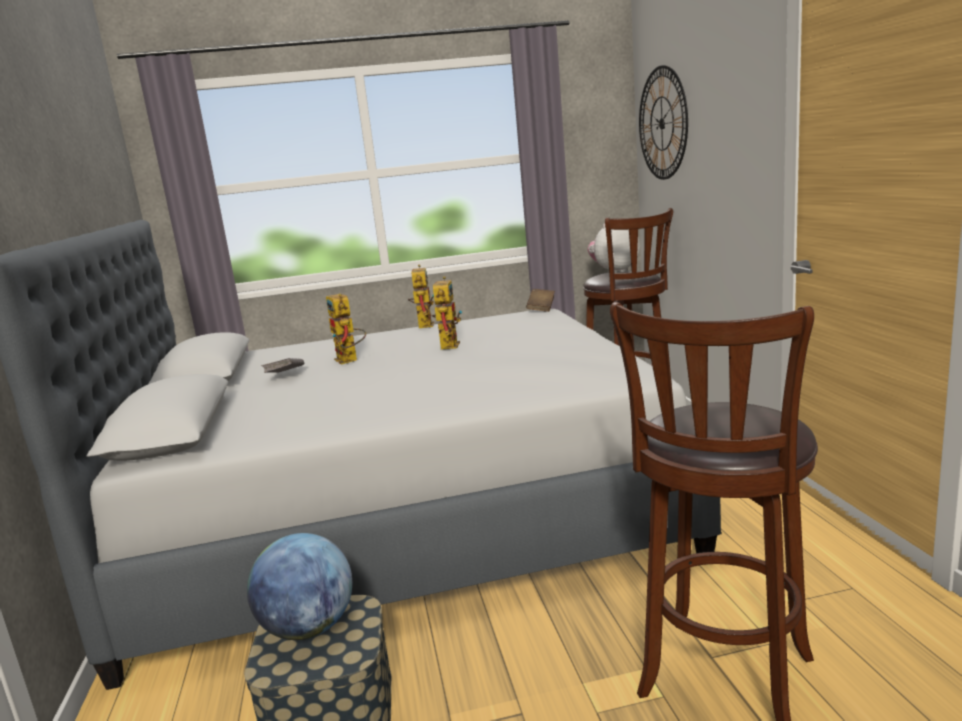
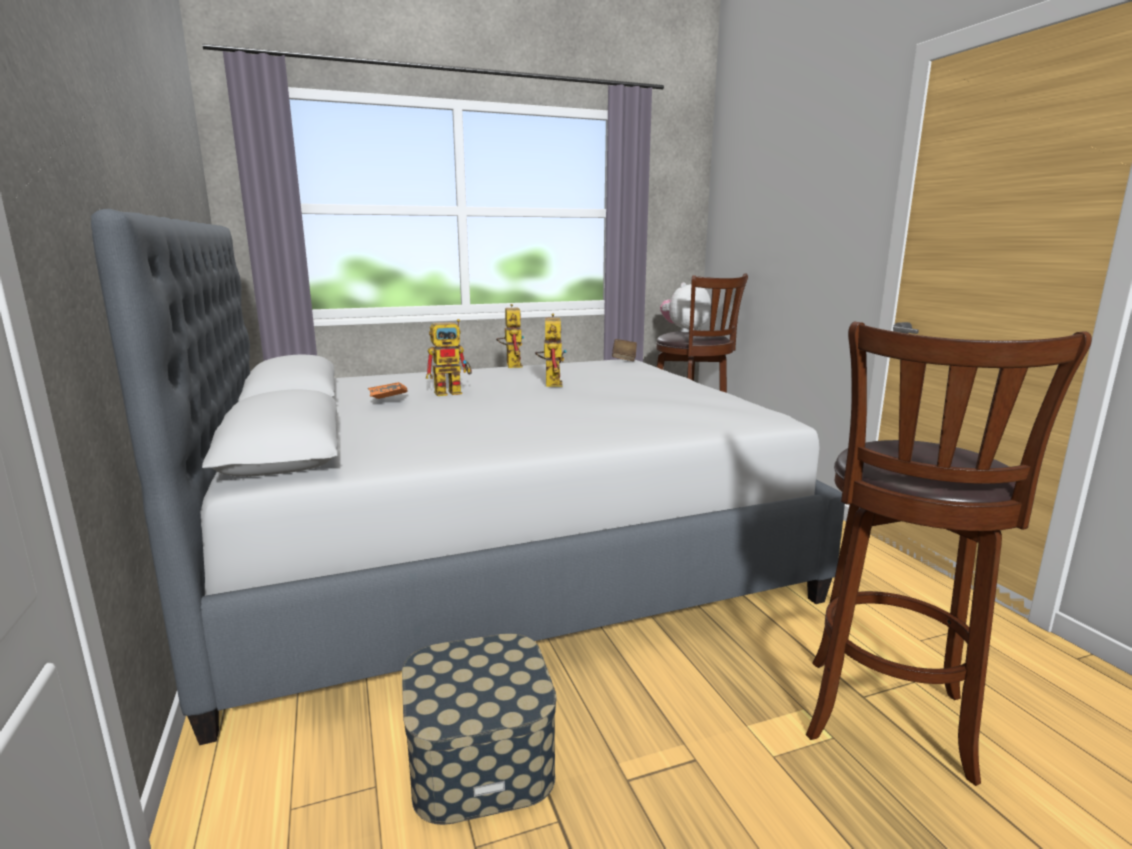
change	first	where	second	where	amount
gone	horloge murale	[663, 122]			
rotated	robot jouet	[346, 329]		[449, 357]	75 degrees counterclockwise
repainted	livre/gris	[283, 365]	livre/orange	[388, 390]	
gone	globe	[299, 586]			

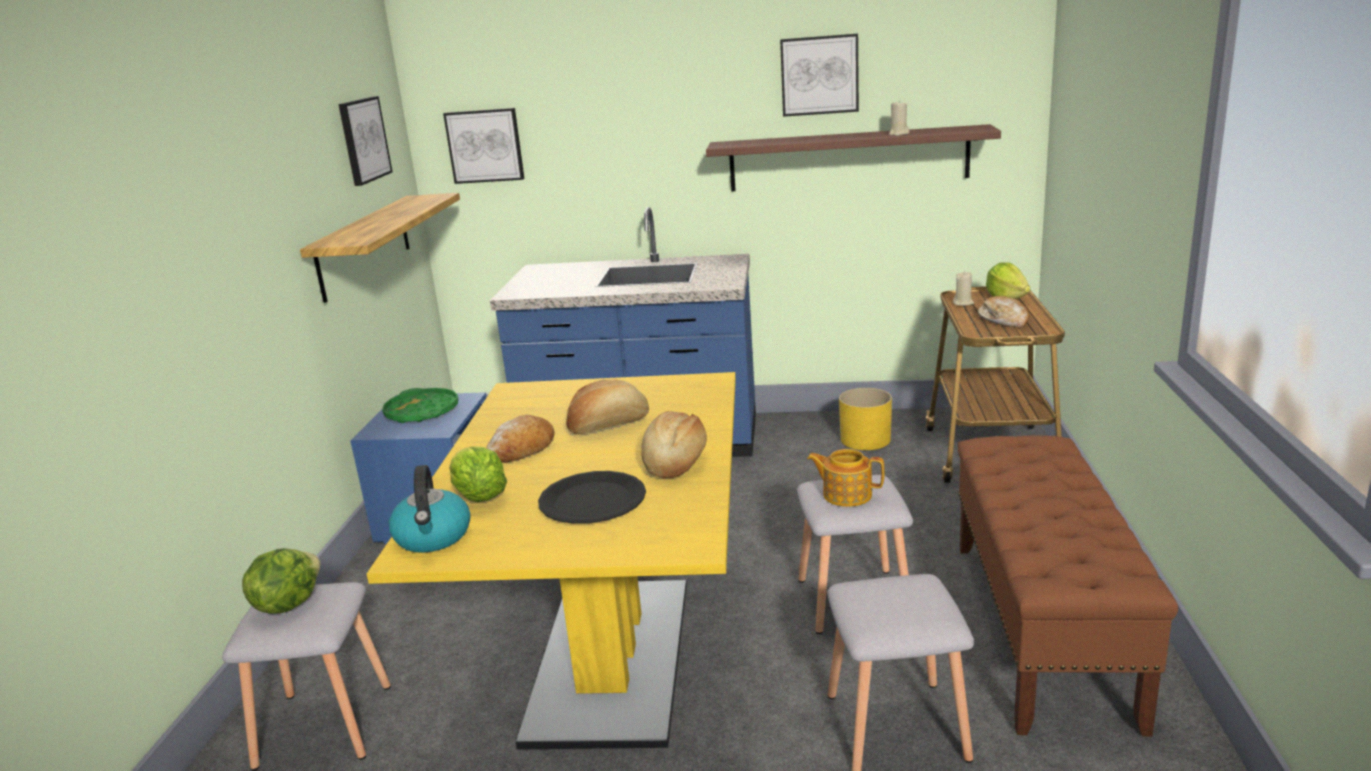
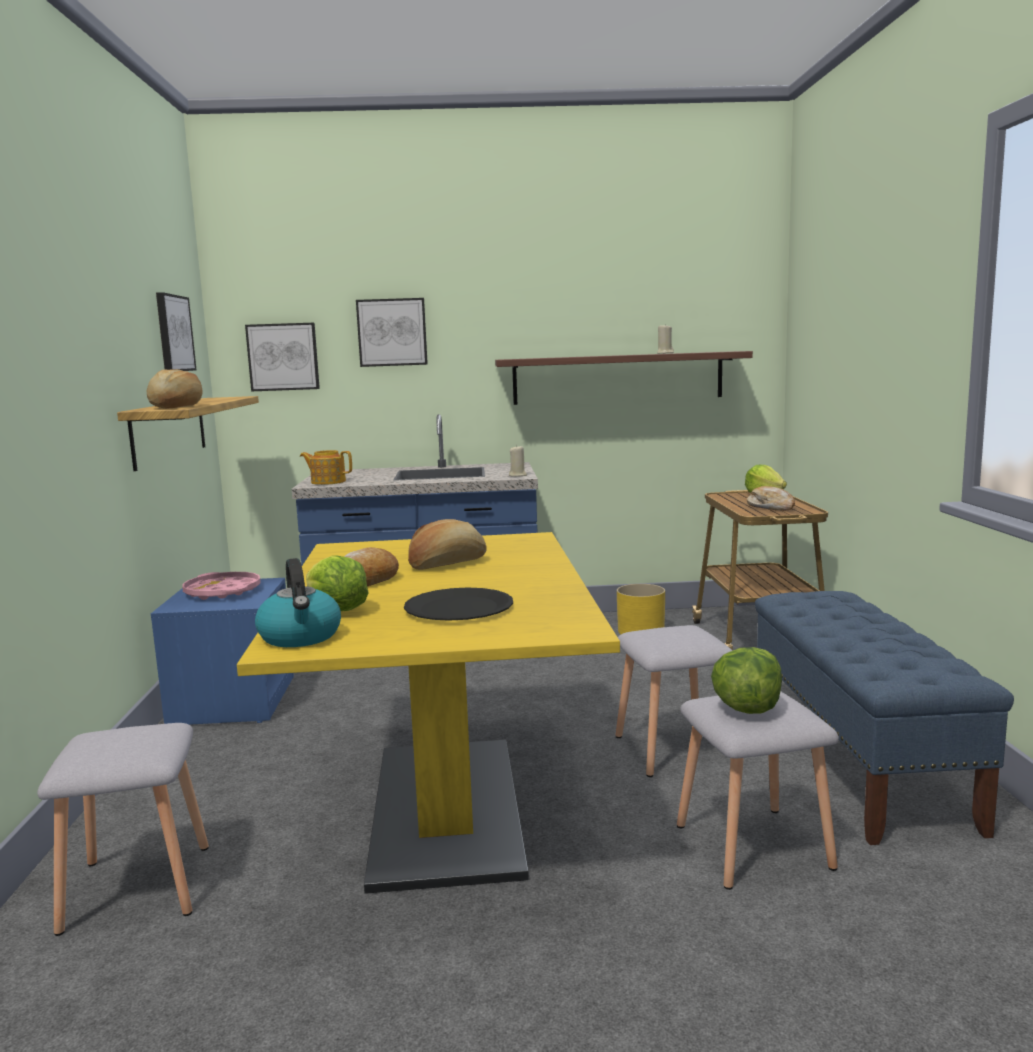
change	first	where	second	where	amount
shifted	tableau	[819, 75]		[392, 332]	
shifted	bougie/beige	[963, 288]		[518, 461]	
repainted	plateau/vert	[420, 405]	plateau/rose	[221, 586]	
shifted	pain	[674, 444]		[175, 389]	
repainted	banc/marron	[1068, 586]	banc/bleu	[884, 718]	
shifted	théière	[846, 478]		[326, 467]	
shifted	laitue	[281, 581]		[746, 680]	

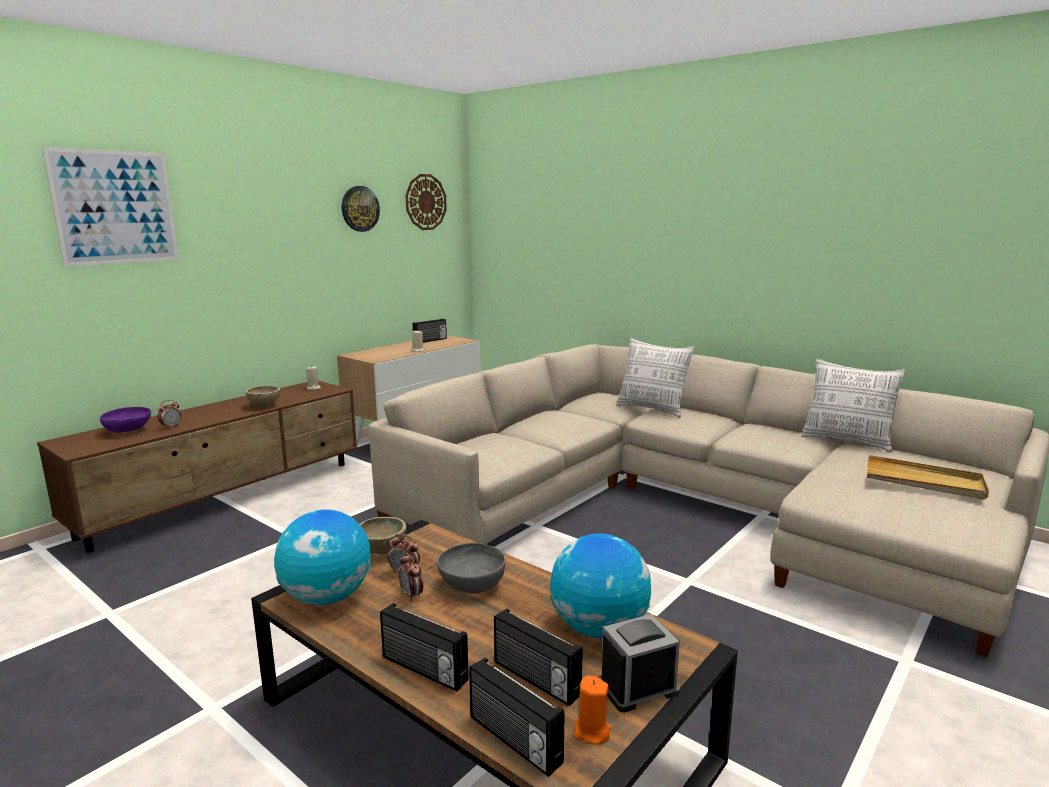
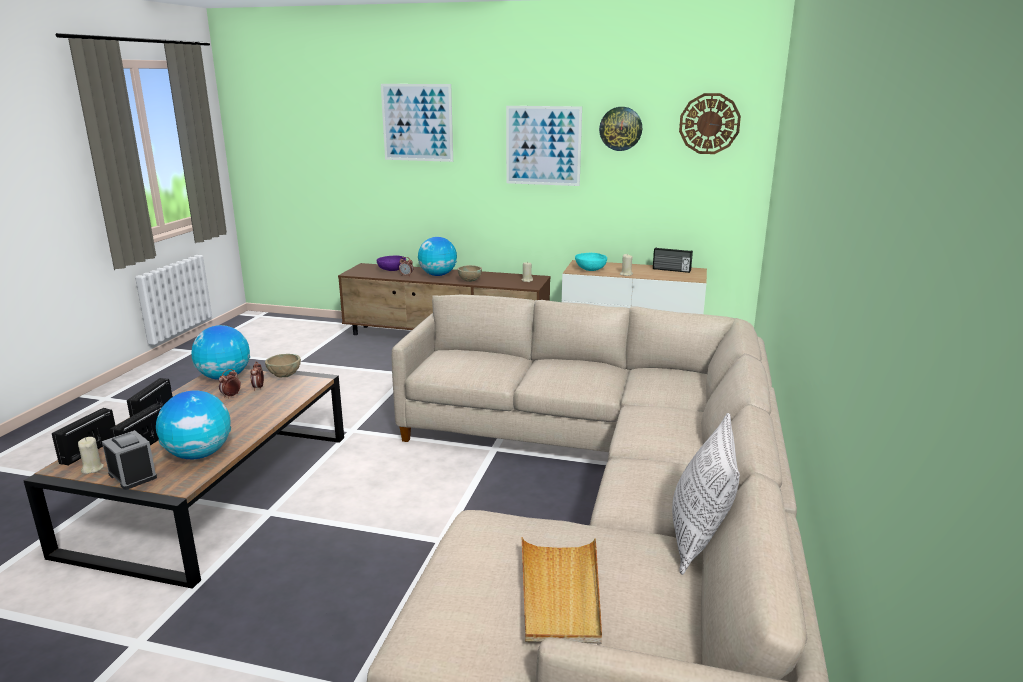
change	first	where	second	where	amount
gone	coussin	[655, 378]			
gone	bol/gris	[471, 568]			
repainted	bougie/orange	[591, 710]	bougie/beige	[91, 455]	
new			tableau	[544, 146]	
new			globe	[437, 256]	
new			bol/turquoise	[591, 262]	

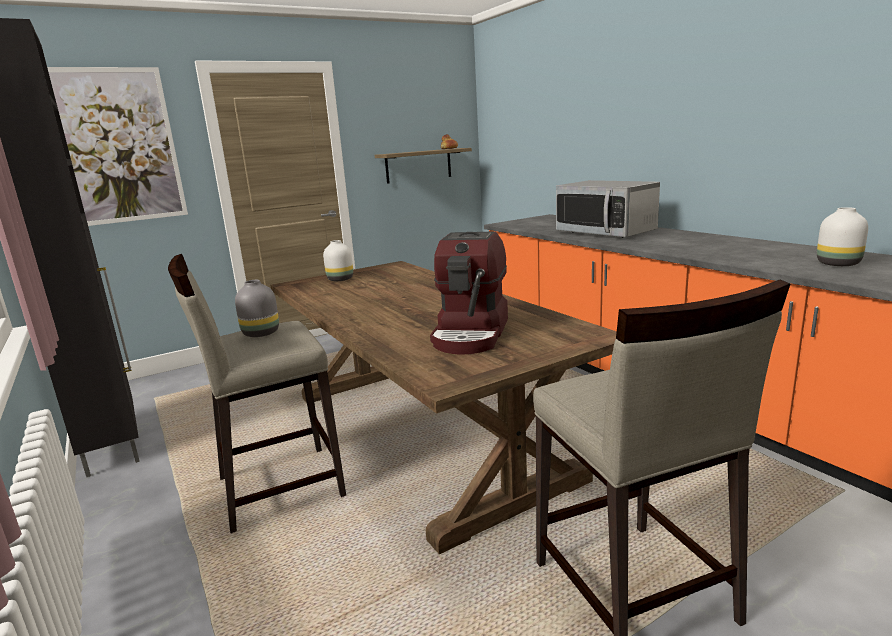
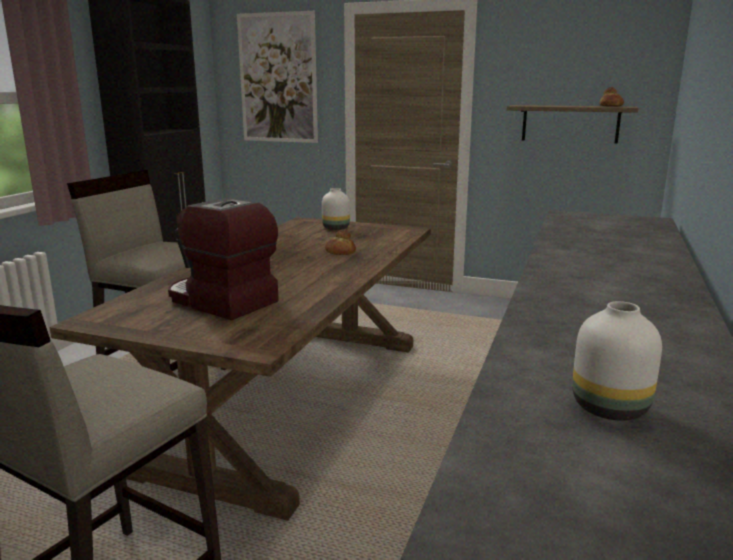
change	first	where	second	where	amount
gone	micro-ondes	[608, 209]			
rotated	machine à café	[469, 292]		[223, 259]	60 degrees clockwise
gone	vase/gris	[257, 308]			
new			pain	[340, 242]	

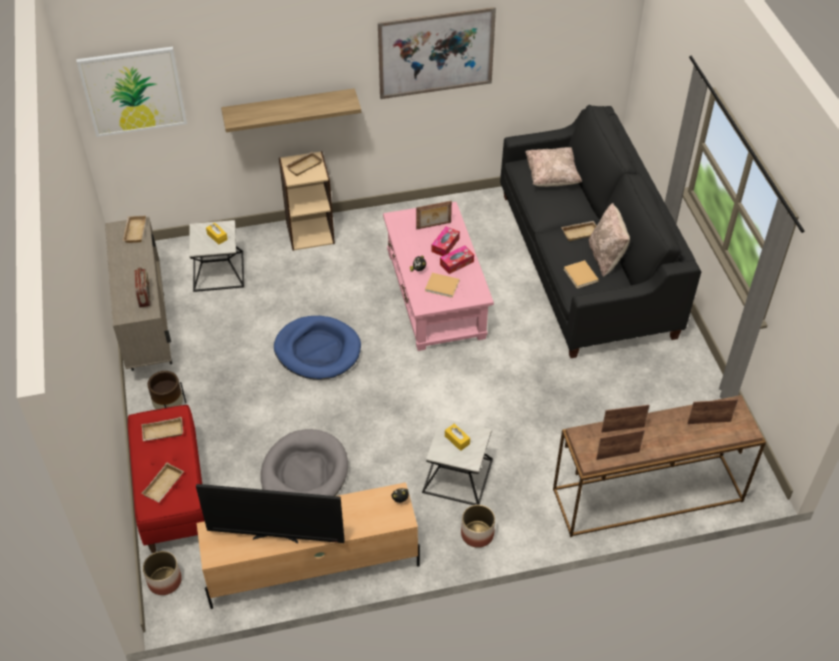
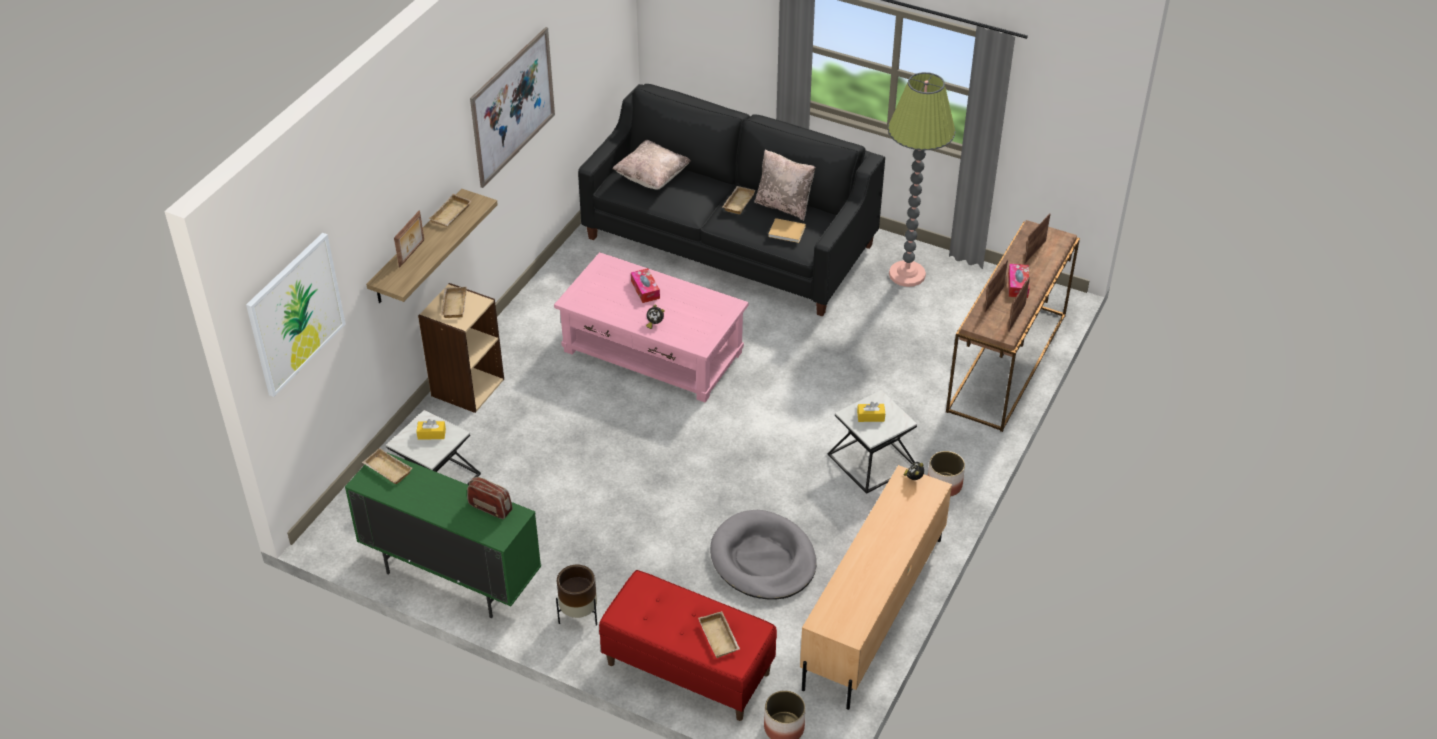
change	first	where	second	where	amount
shifted	cadre photo	[434, 215]		[409, 239]	
repainted	meuble de rangement/beige	[138, 294]	meuble de rangement/vert	[443, 535]	
shifted	boîte à mouchoirs	[457, 260]		[1019, 281]	
gone	livre/beige	[442, 285]			
gone	panier pour chien/bleu	[317, 348]			
shifted	plateau/beige	[162, 429]		[450, 210]	
gone	téléviseur	[270, 514]			
new			lampadaire	[921, 179]	

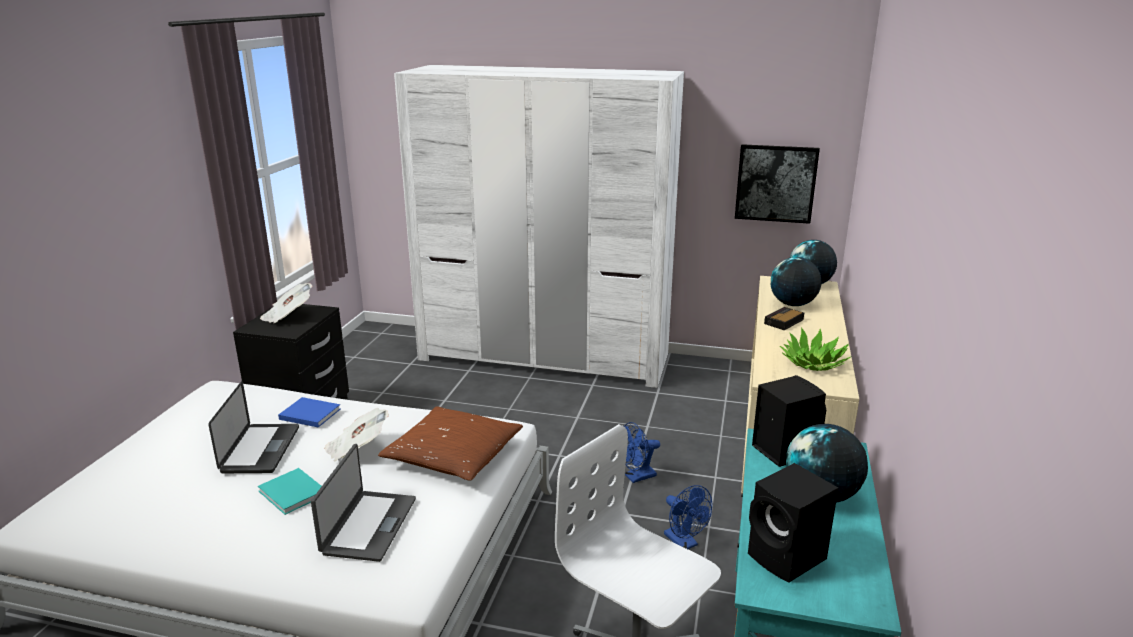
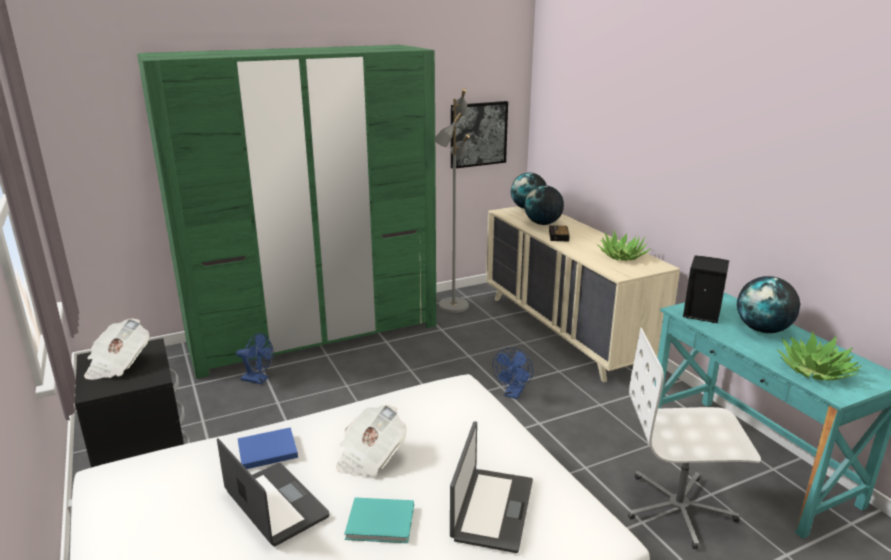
change	first	where	second	where	amount
repainted	armoire/blanc	[539, 226]	armoire/vert	[286, 212]	
gone	coussin/marron	[450, 443]			
rotated	ordinateur portable	[363, 503]		[491, 487]	45 degrees clockwise
swapped	enceinte/noir	[793, 523]	plante en pot	[819, 356]	
shifted	ventilateur/bleu	[688, 517]		[255, 358]	
new			lampadaire/gris	[452, 200]	

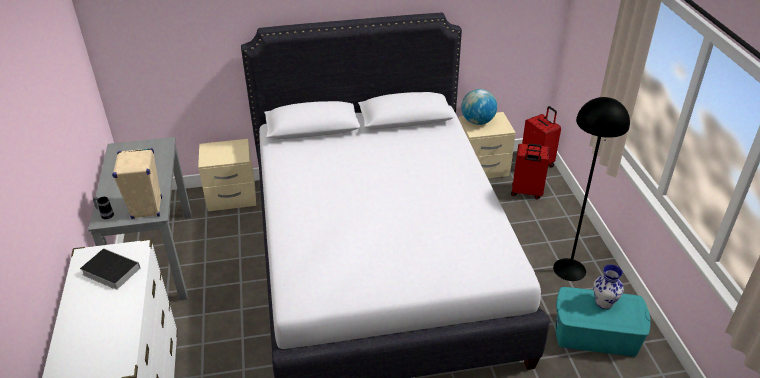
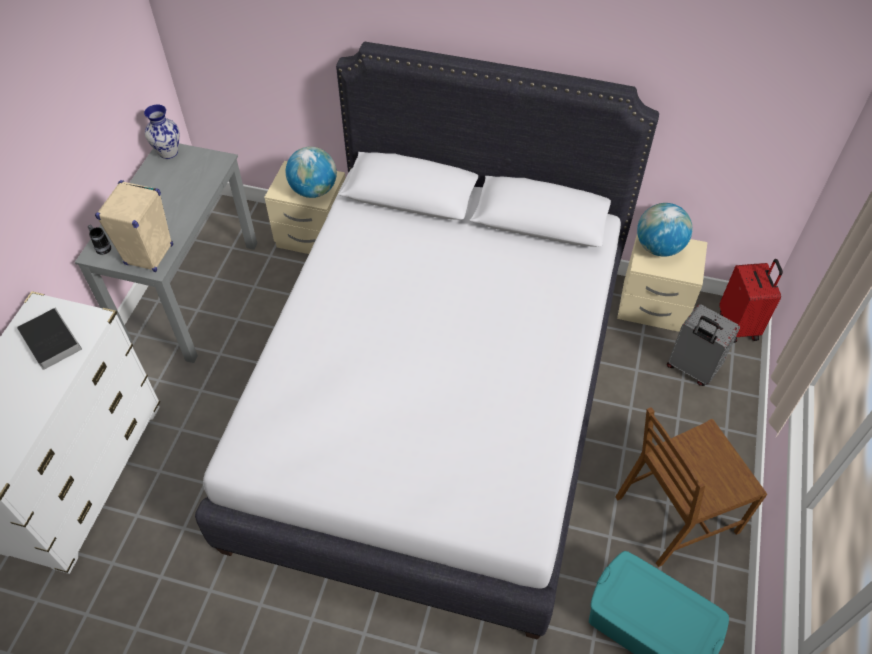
change	first	where	second	where	amount
swapped	lampadaire/noir	[591, 189]	chaise/marron	[691, 487]	
repainted	valise/rouge	[530, 171]	valise/gris	[703, 345]	
shifted	vase	[608, 286]		[162, 132]	
new			globe	[311, 172]	

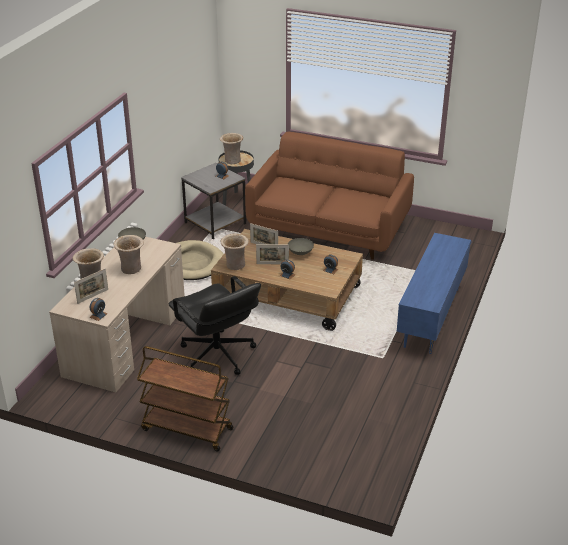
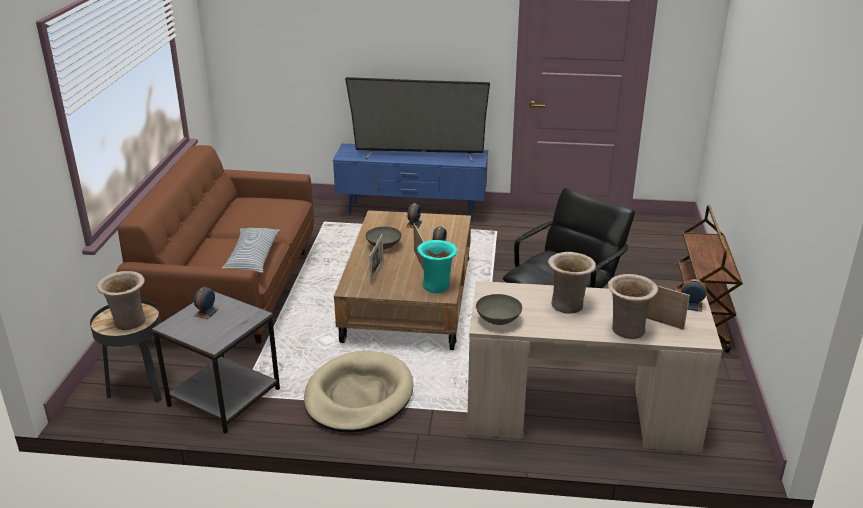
change	first	where	second	where	amount
repainted	vase/beige	[235, 252]	vase/turquoise	[437, 266]	
new			téléviseur	[417, 119]	
new			coussin	[251, 250]	

